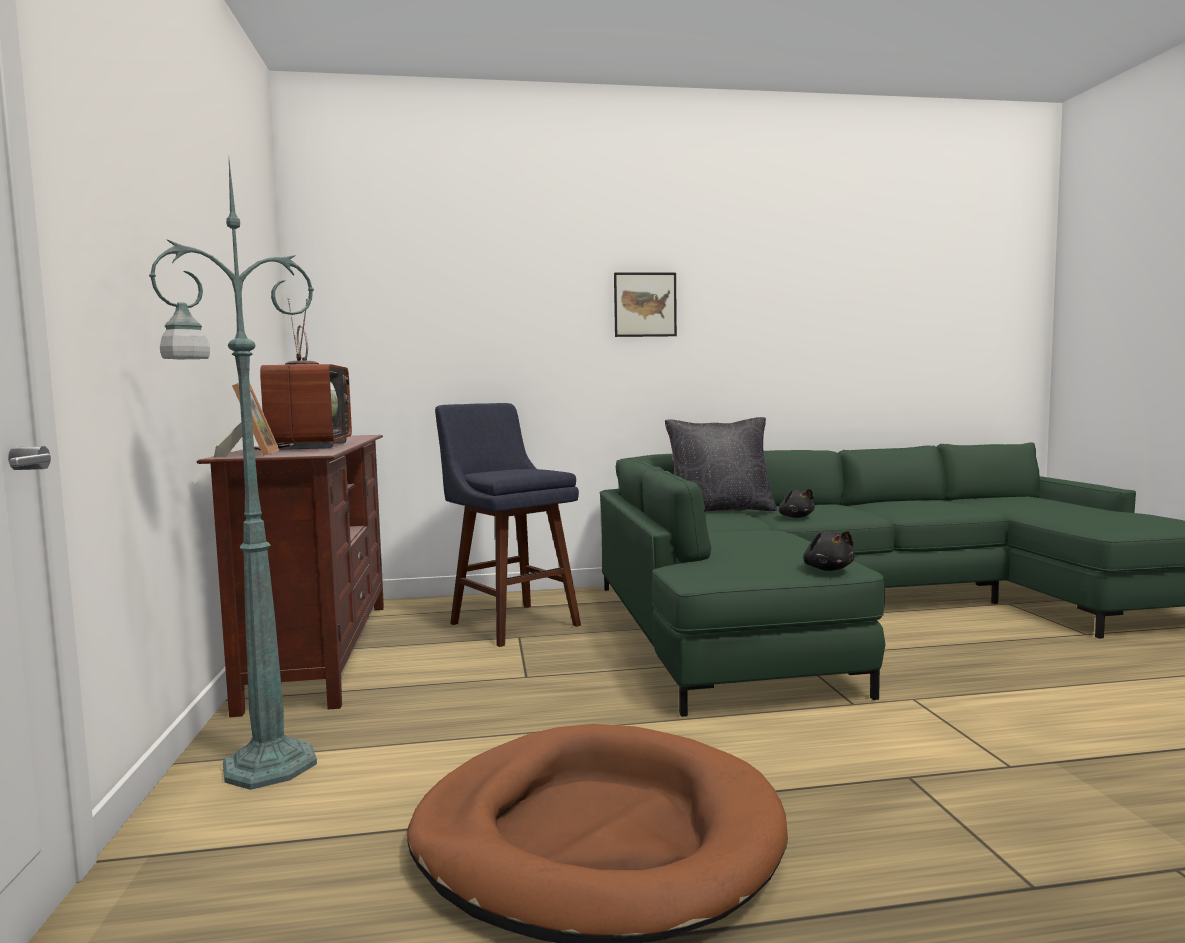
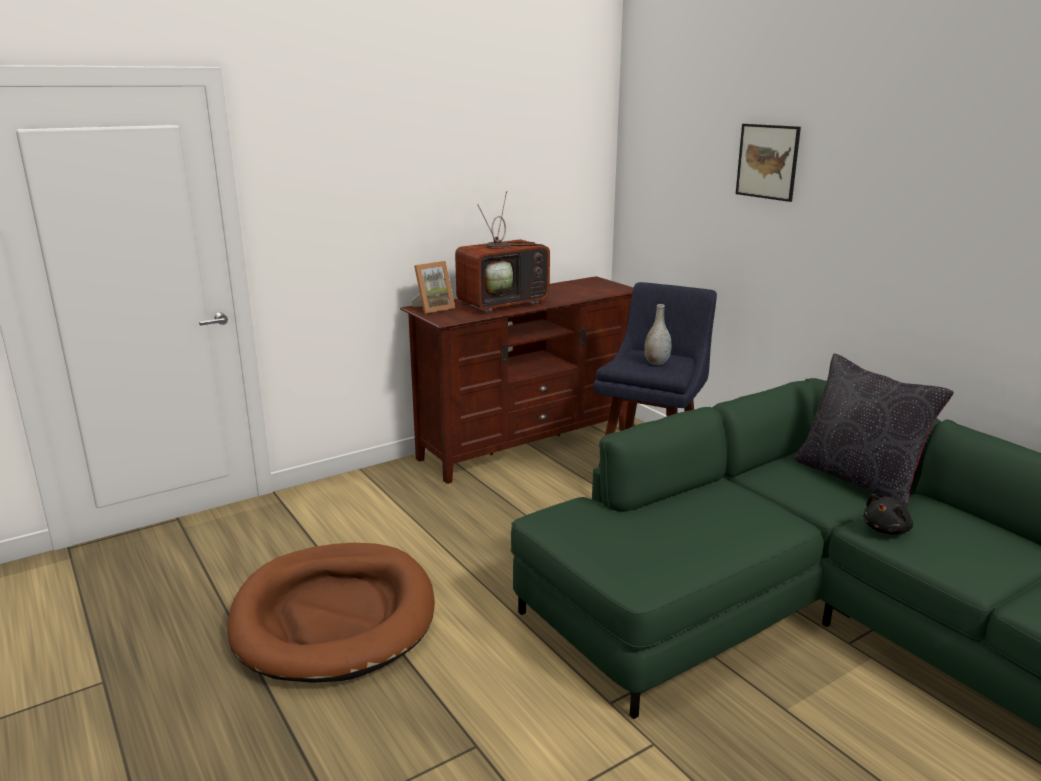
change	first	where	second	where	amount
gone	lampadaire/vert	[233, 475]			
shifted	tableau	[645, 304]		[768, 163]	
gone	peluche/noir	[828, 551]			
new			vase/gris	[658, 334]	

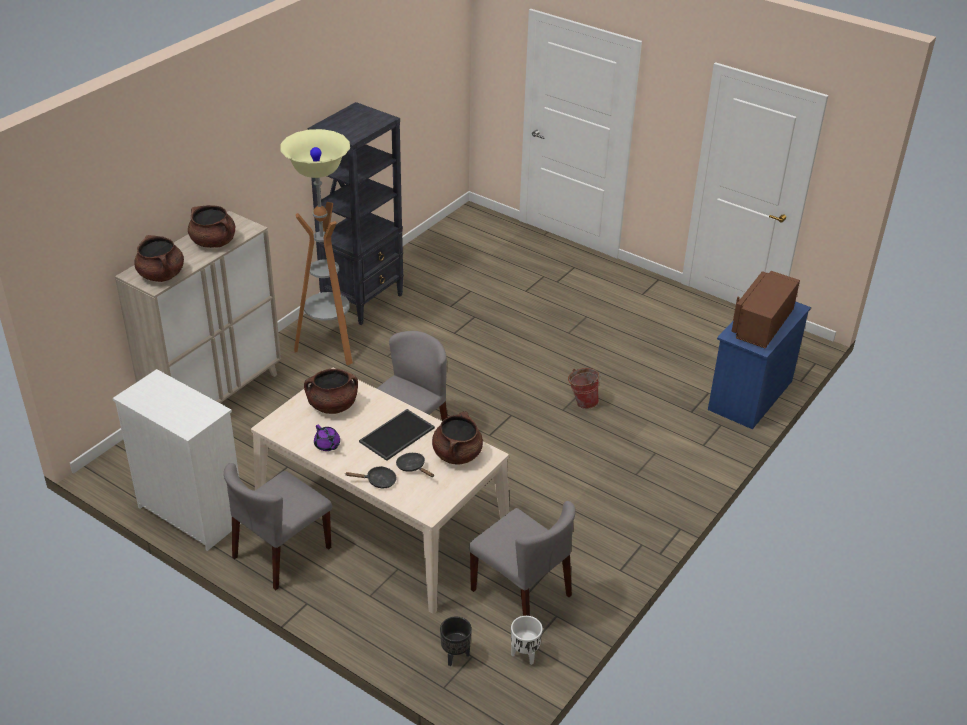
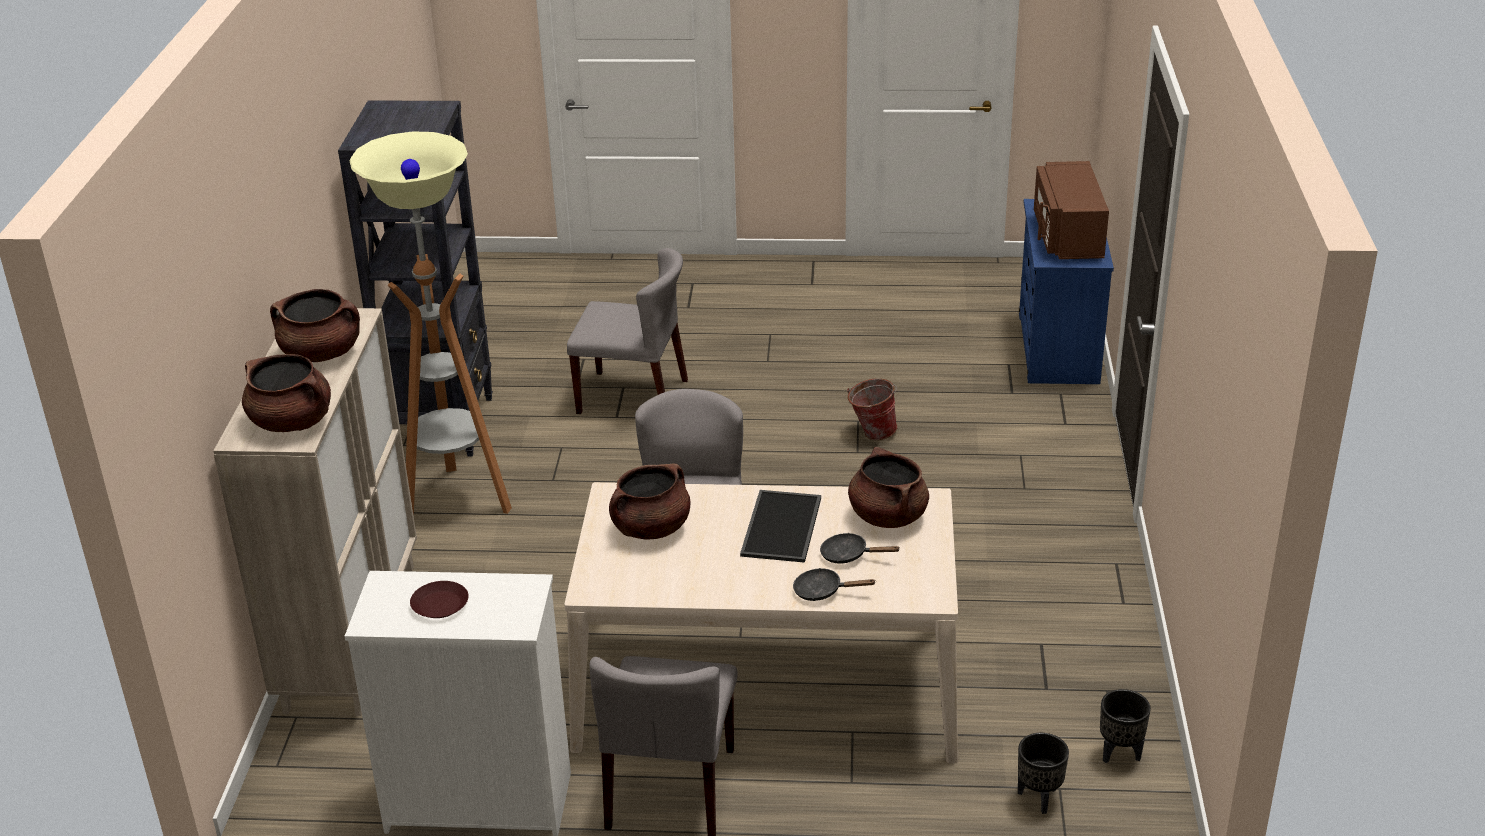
change	first	where	second	where	amount
gone	théière/violet	[327, 438]			
rotated	poêle/noir	[371, 477]		[834, 584]	135 degrees counterclockwise
shifted	chaise/gris	[522, 558]		[627, 331]	
repainted	cache-pot/blanc	[527, 640]	cache-pot/noir	[1125, 726]	
new			assiette/marron	[439, 599]	

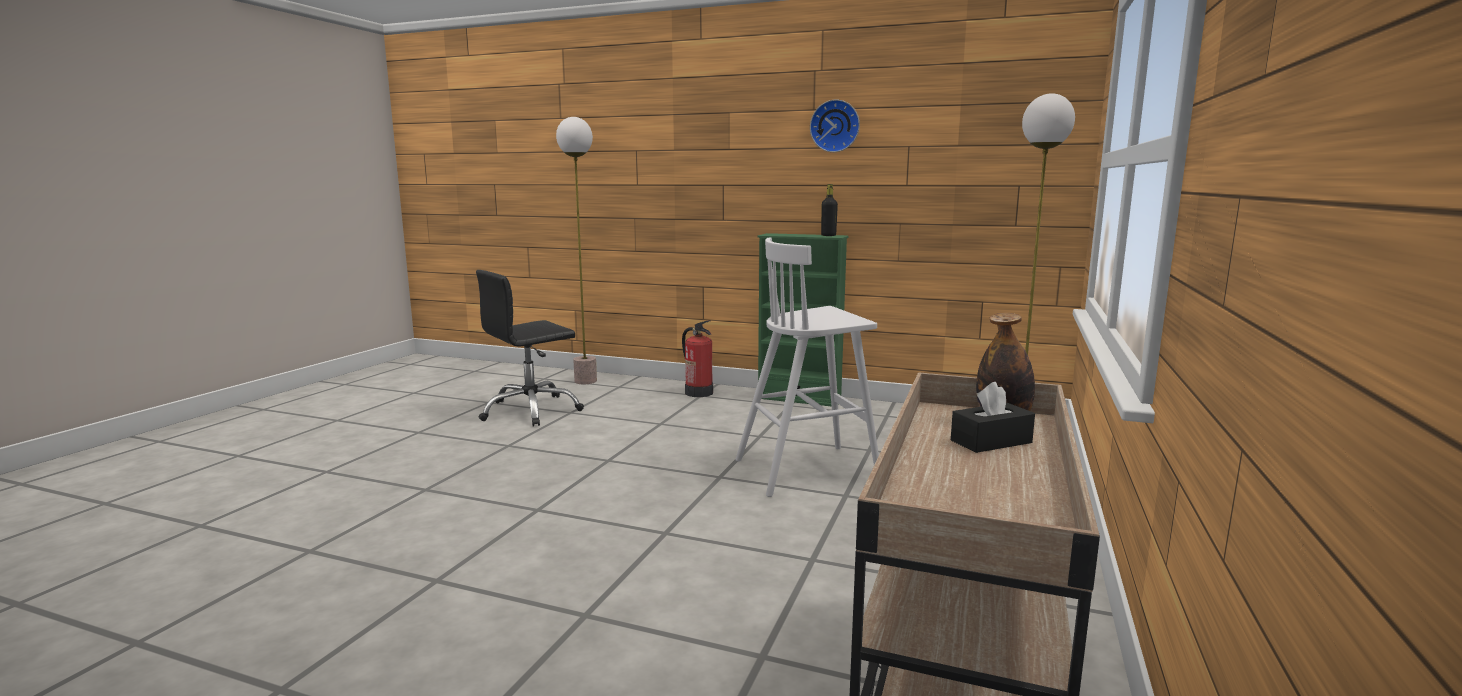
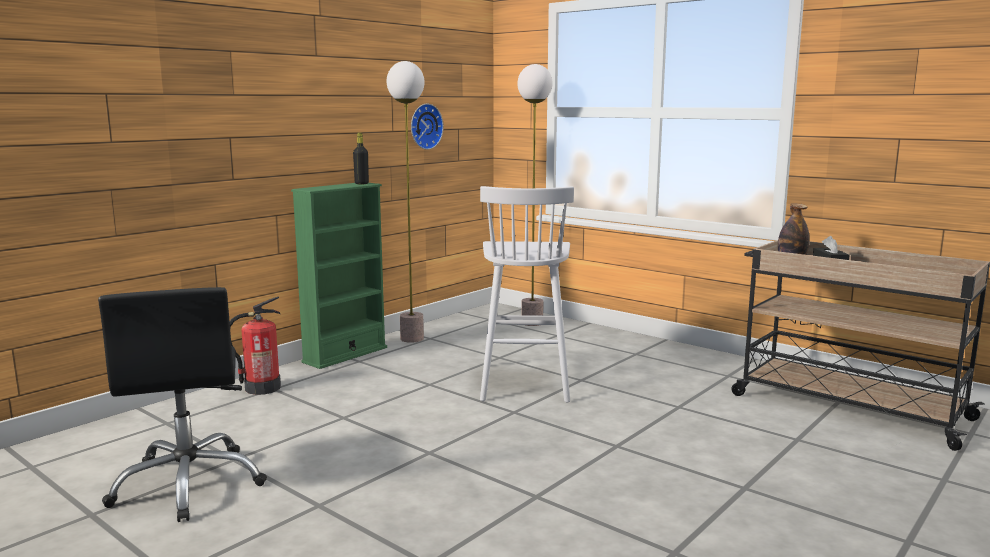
change	first	where	second	where	amount
shifted	horloge murale	[835, 125]		[427, 127]	
shifted	lampadaire	[576, 250]		[405, 202]	

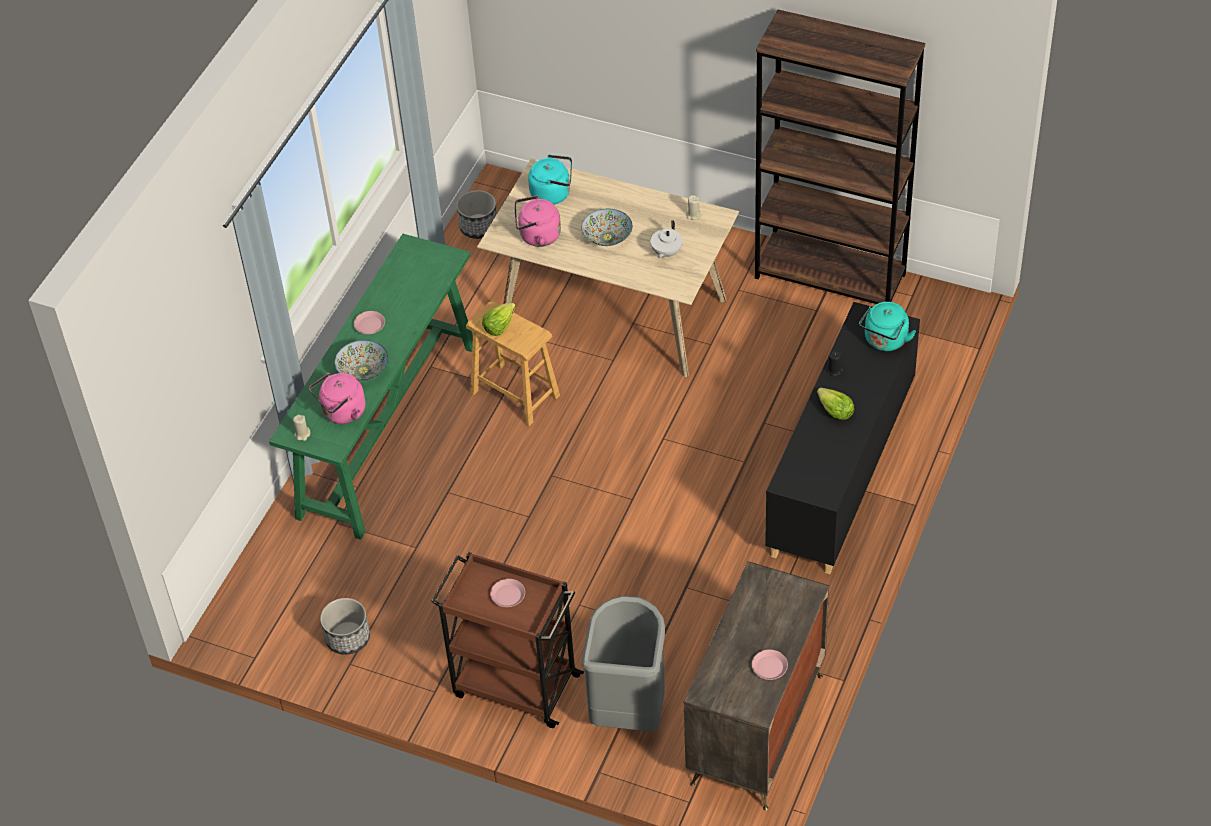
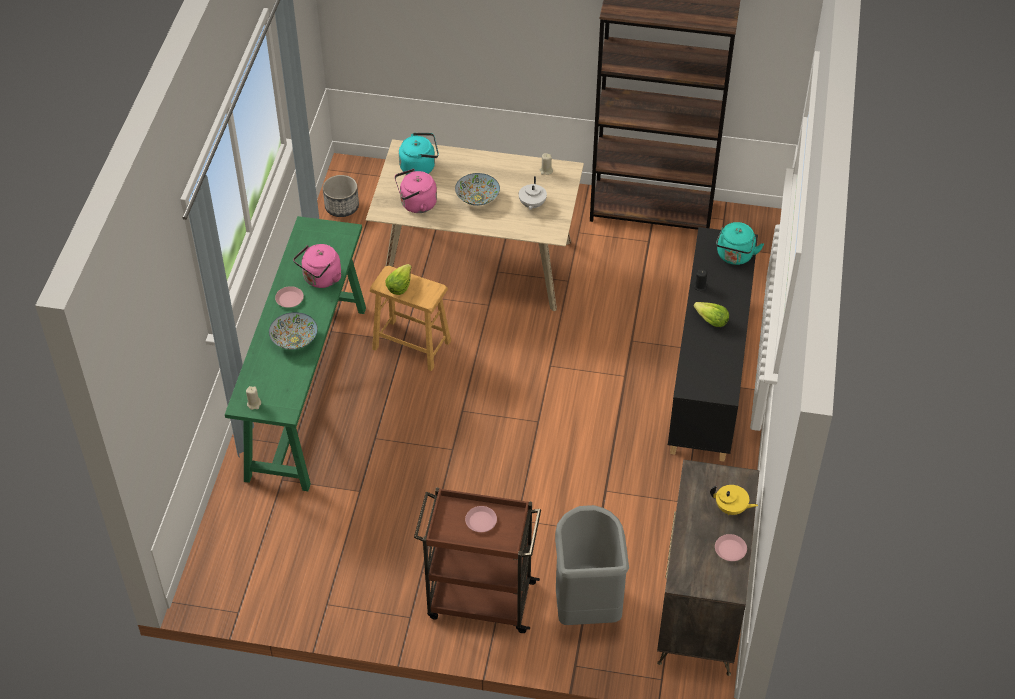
change	first	where	second	where	amount
shifted	bouilloire/rose	[337, 398]		[317, 266]	
gone	cache-pot	[345, 626]			
new			théière/jaune	[734, 500]	

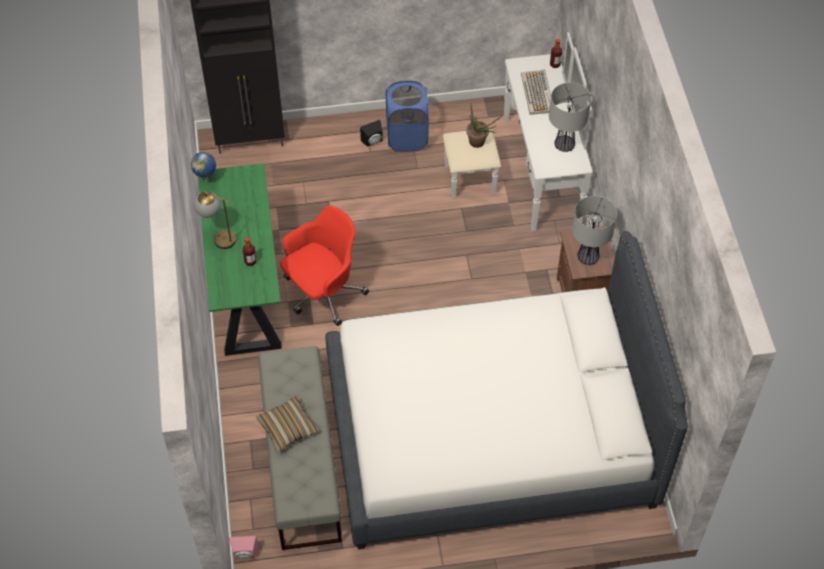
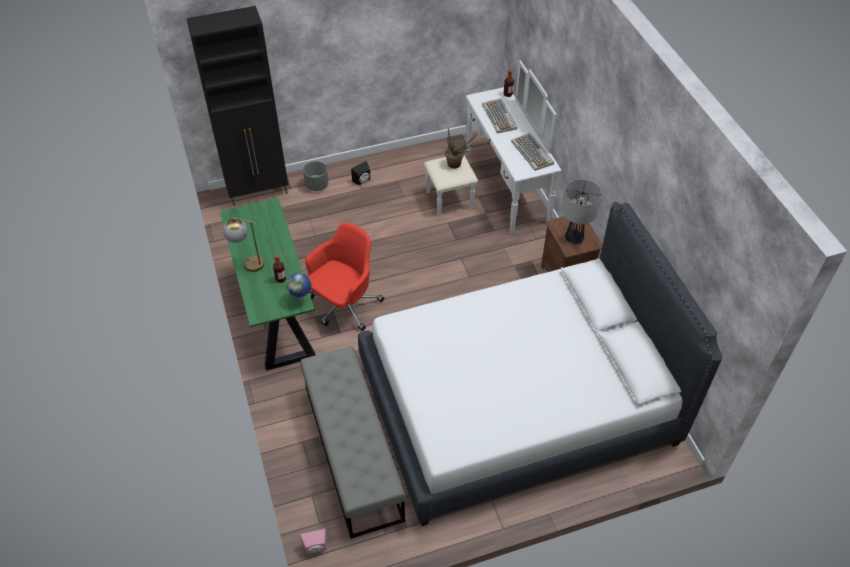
change	first	where	second	where	amount
gone	panier à linge/bleu	[407, 116]			
swapped	lampe de table	[570, 117]	clavier	[532, 152]	
shifted	globe	[203, 167]		[299, 287]	
gone	coussin	[287, 424]			
new			cache-pot/gris	[316, 176]	

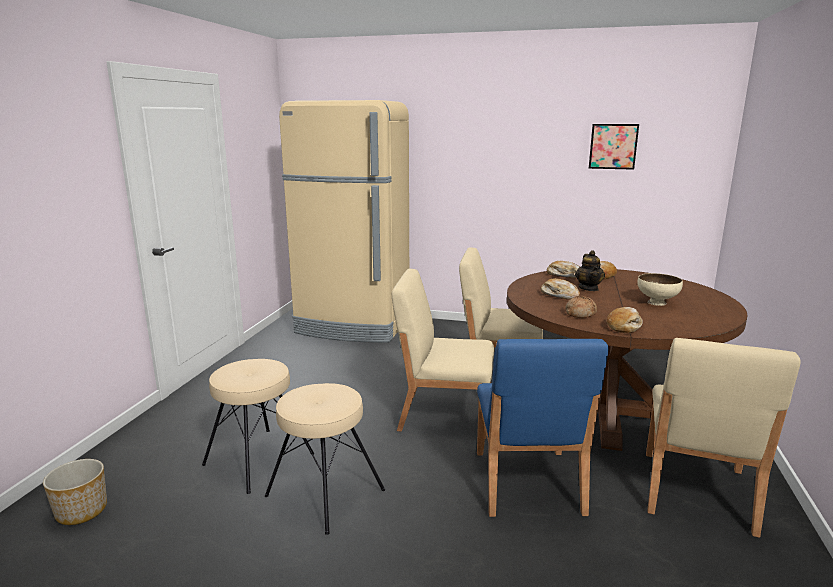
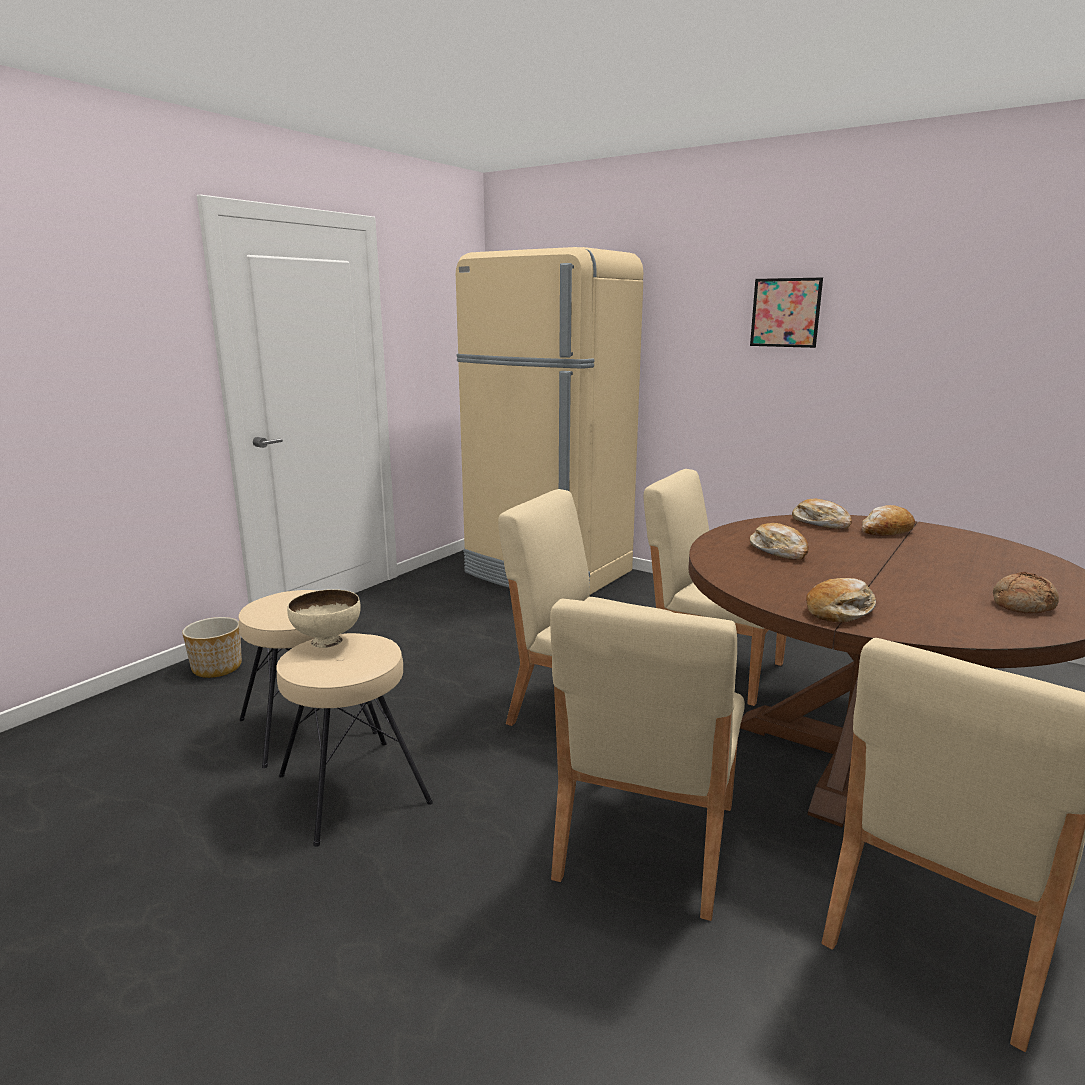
change	first	where	second	where	amount
shifted	tableau	[614, 147]		[786, 313]	
gone	théière	[590, 270]			
shifted	bol/beige	[660, 289]		[324, 618]	
shifted	pain	[581, 307]		[1026, 593]	
repainted	chaise/bleu	[542, 428]	chaise/beige	[647, 760]	
shifted	cache-pot	[75, 492]		[212, 647]	

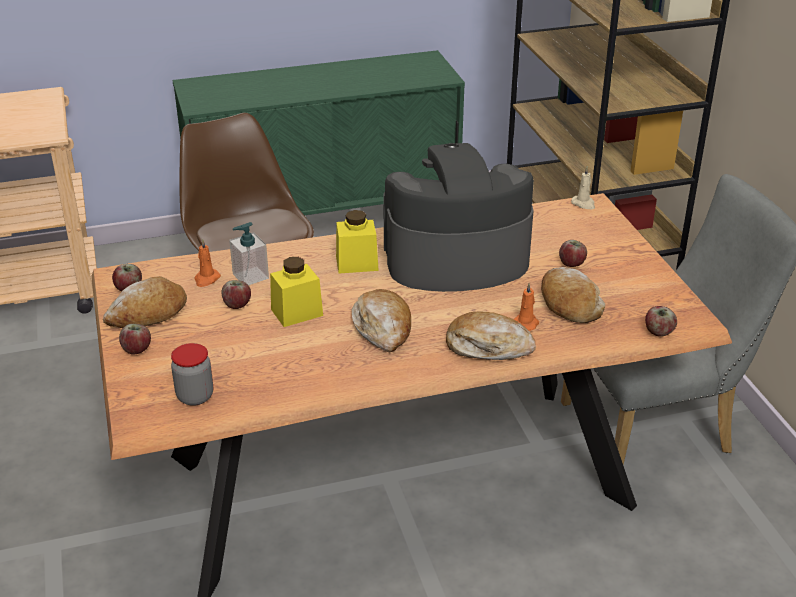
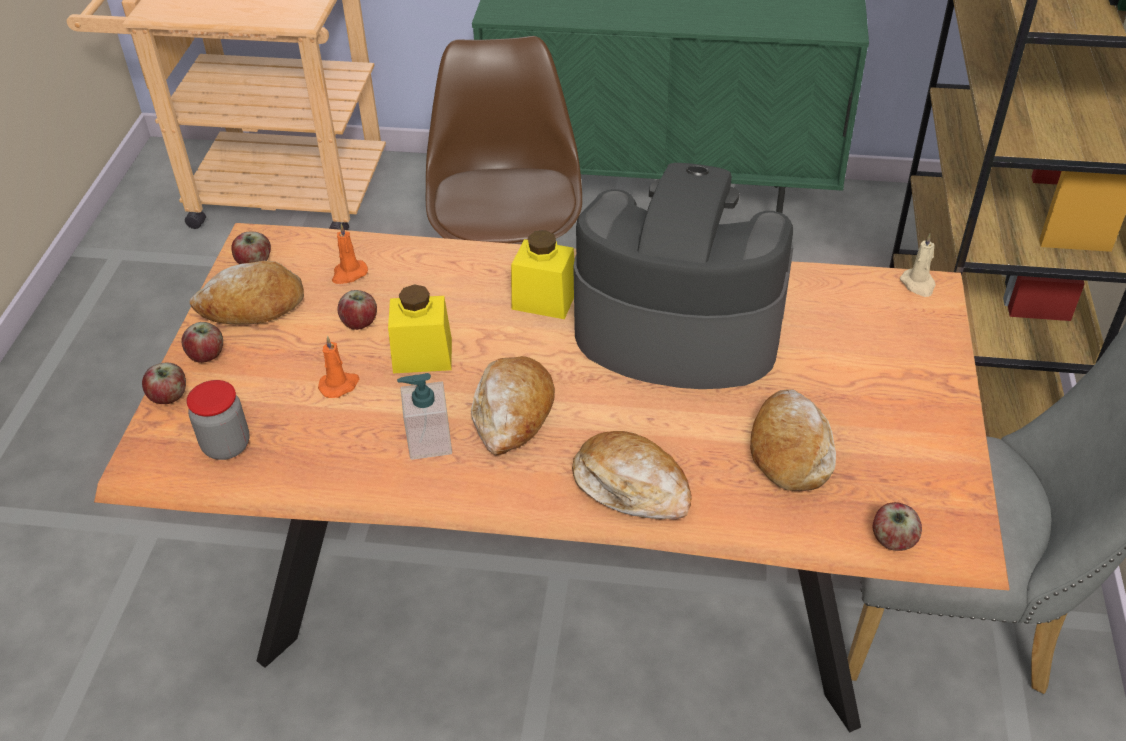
change	first	where	second	where	amount
shifted	distributeur de savon	[249, 253]		[424, 416]	
shifted	pomme	[573, 253]		[164, 383]	
shifted	bougie/orange	[526, 307]		[338, 367]	

